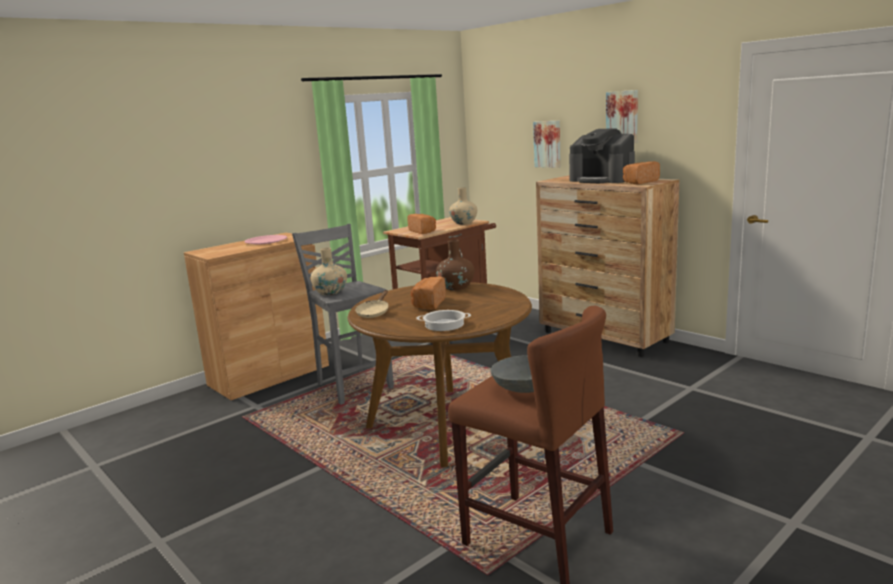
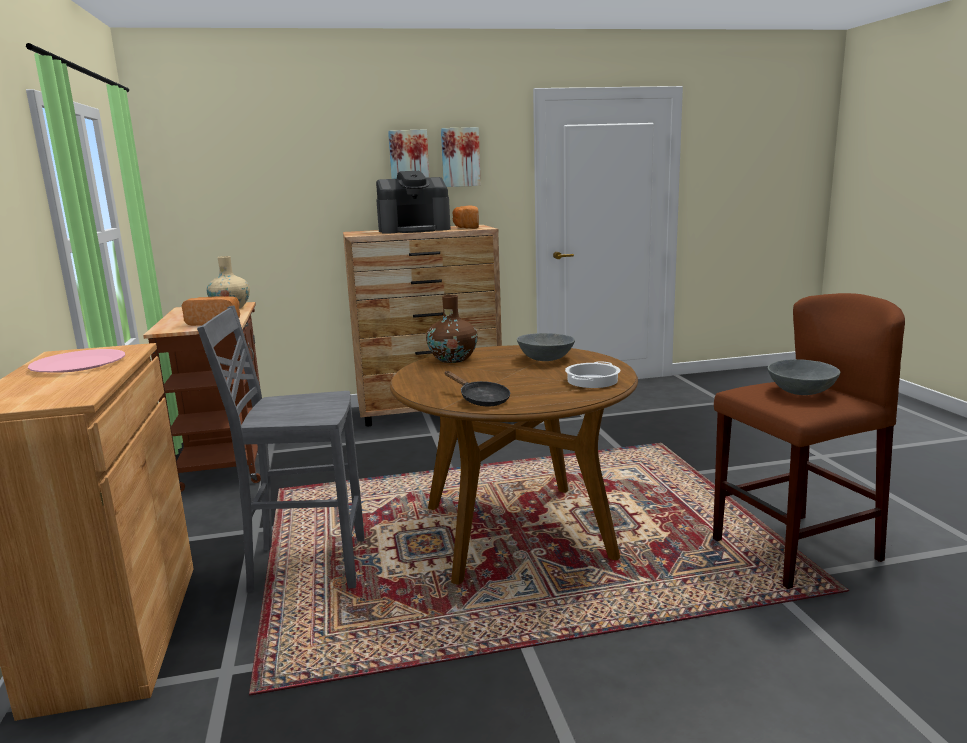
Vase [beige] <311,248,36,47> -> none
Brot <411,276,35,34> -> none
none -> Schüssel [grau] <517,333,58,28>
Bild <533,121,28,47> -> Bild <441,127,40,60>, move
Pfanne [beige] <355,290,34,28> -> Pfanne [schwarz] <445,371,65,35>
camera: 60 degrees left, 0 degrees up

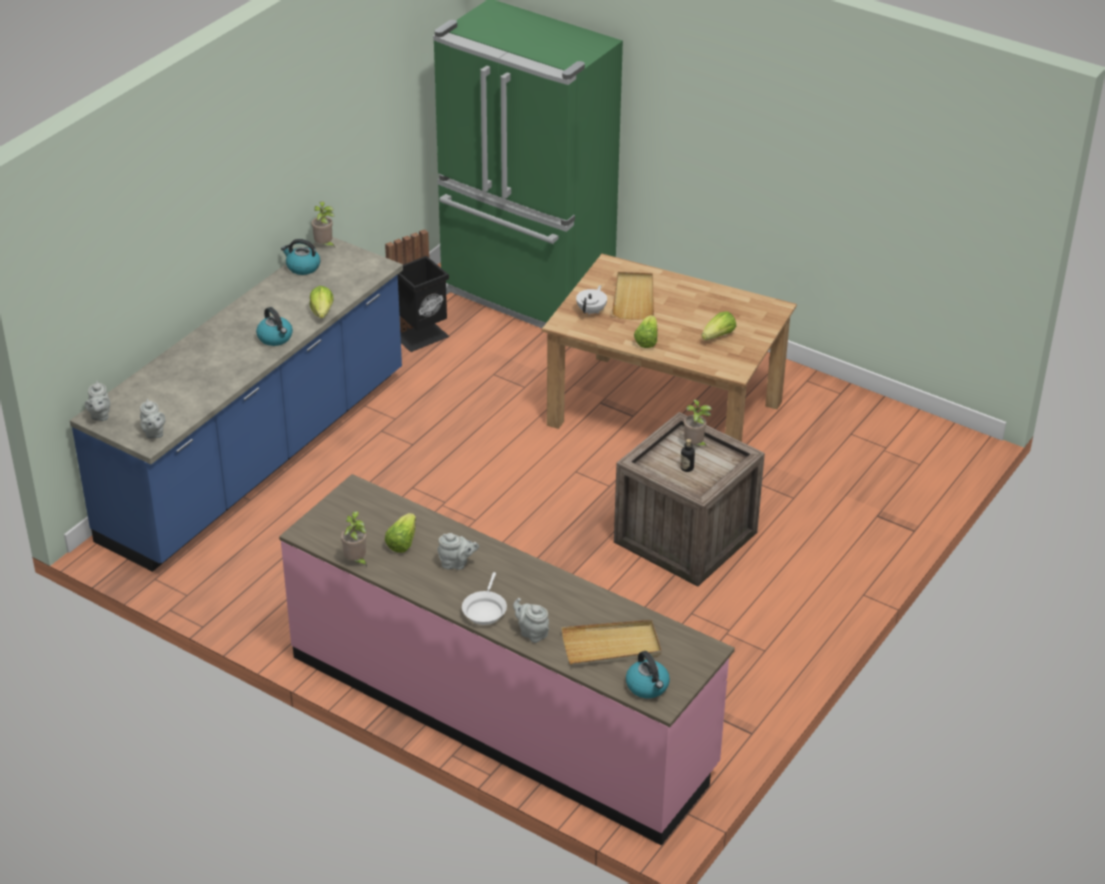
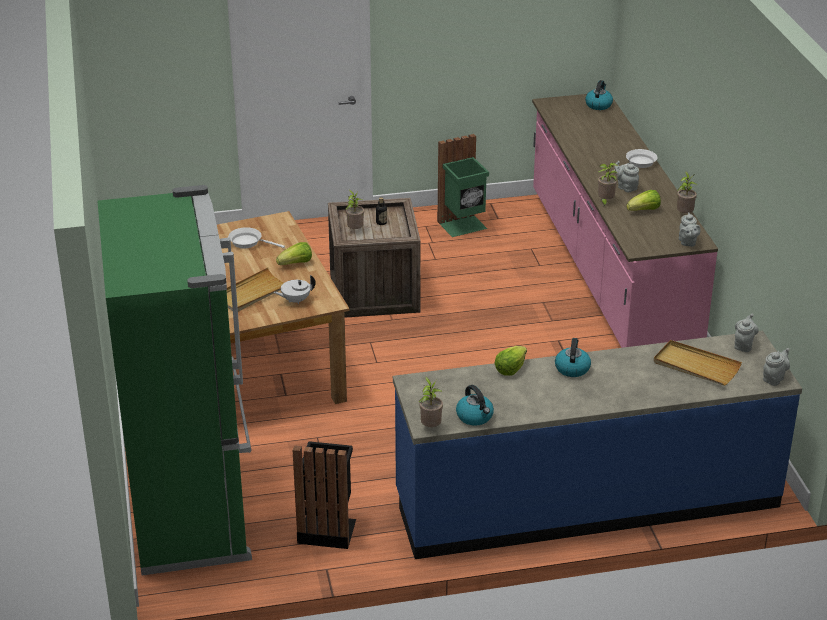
none -> Mülleimer [grün] <437,134,52,103>
none -> Topfpflanze <598,163,20,43>
Teekanne [grau] <513,598,36,45> -> Teekanne [grau] <679,212,22,35>, move
Tablett [beige] <561,620,100,45> -> Tablett [beige] <653,340,89,46>, move
Salatkopf <701,312,35,28> -> Pfanne [weiß] <228,227,57,21>
camera: 135 degrees left, 5 degrees down

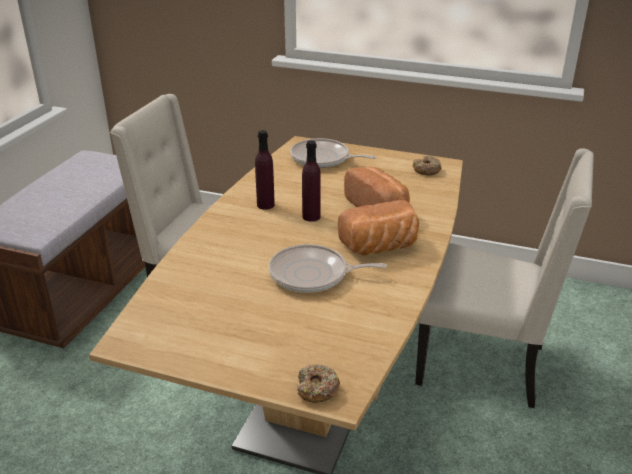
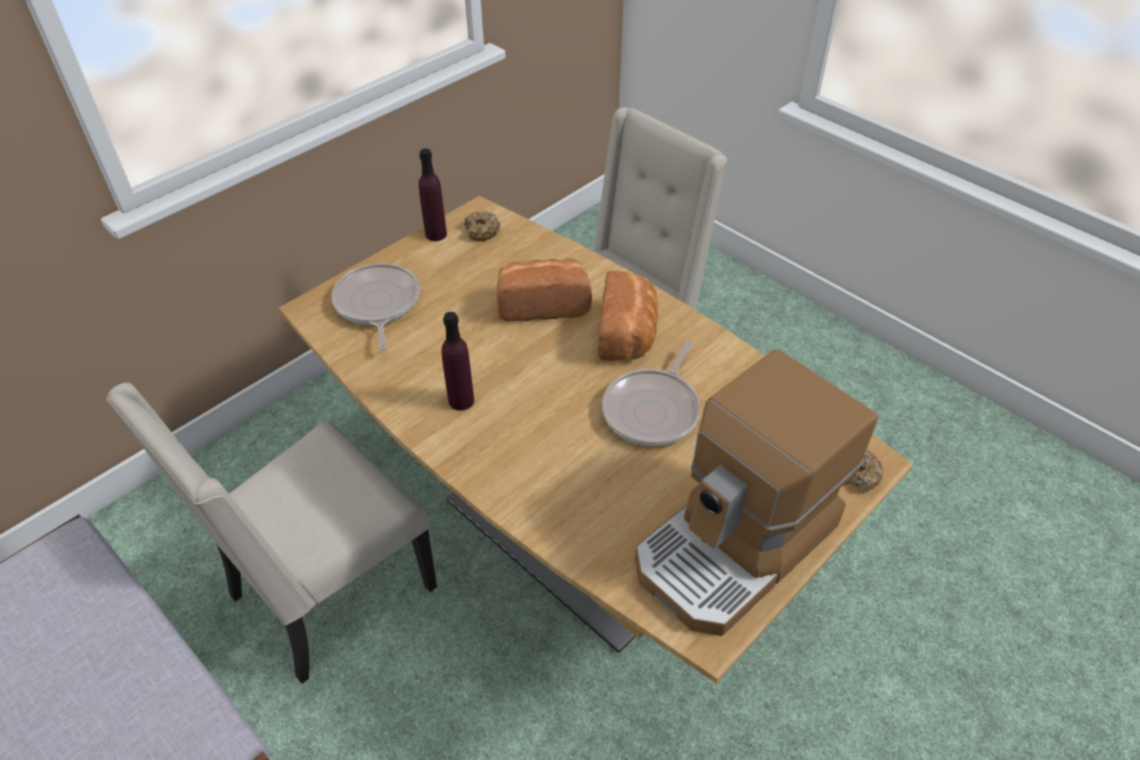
none -> Kaffeemaschine <635,349,243,287>
Flasche [lila] <302,140,19,82> -> Flasche [lila] <419,148,28,93>, move
Pfanne <290,138,87,30> -> Pfanne <331,263,89,87>, 120 degrees clockwise
camera: 65 degrees left, 15 degrees up

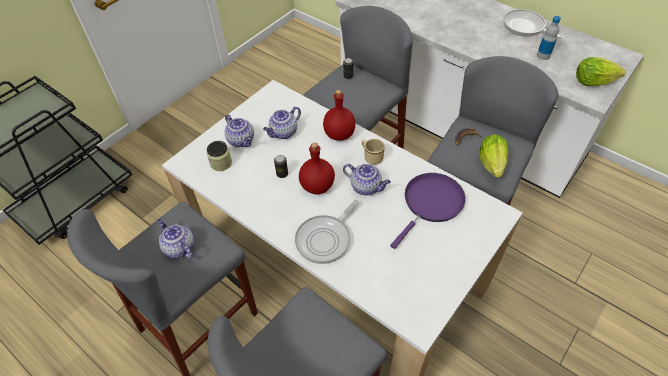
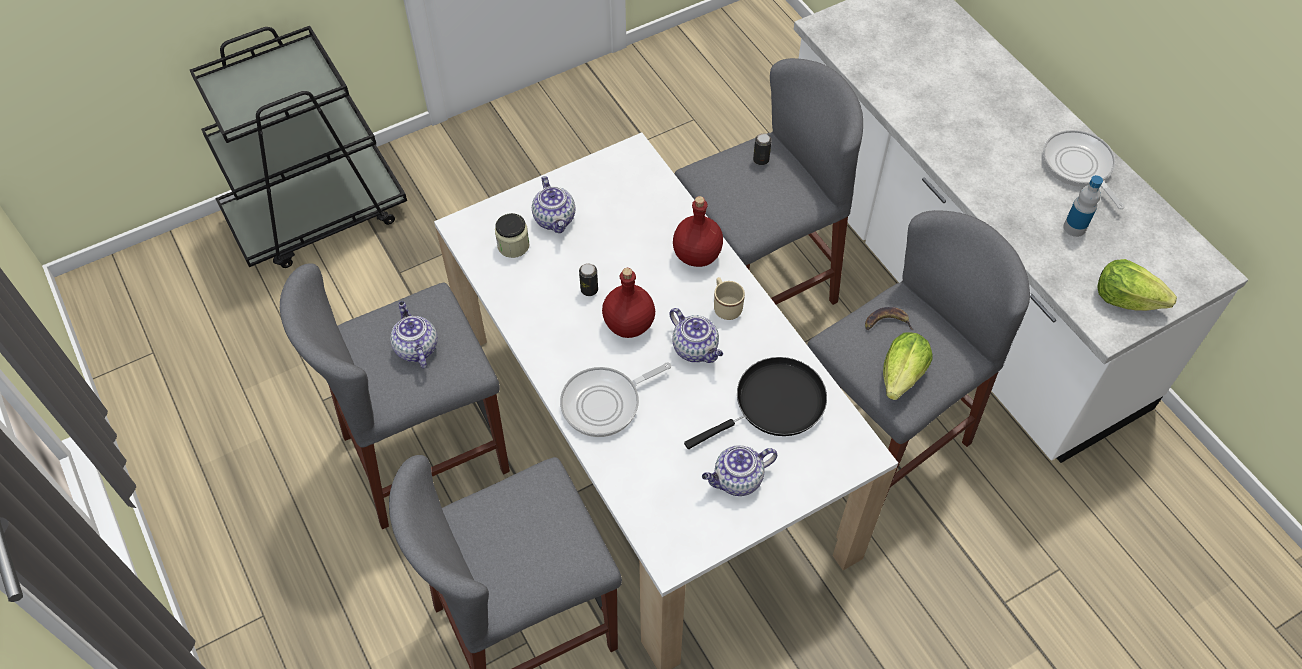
Teekanne <263,107,38,32> -> Teekanne <702,445,75,51>, move
Pfanne [lila] <390,173,76,76> -> Pfanne [schwarz] <684,357,143,92>
camera: 20 degrees right, 5 degrees up

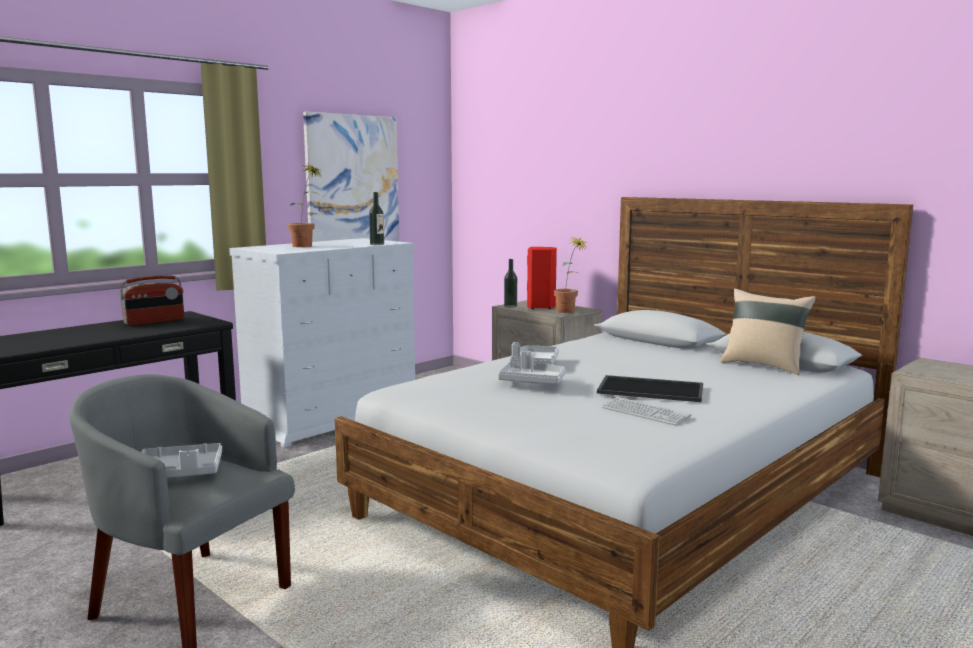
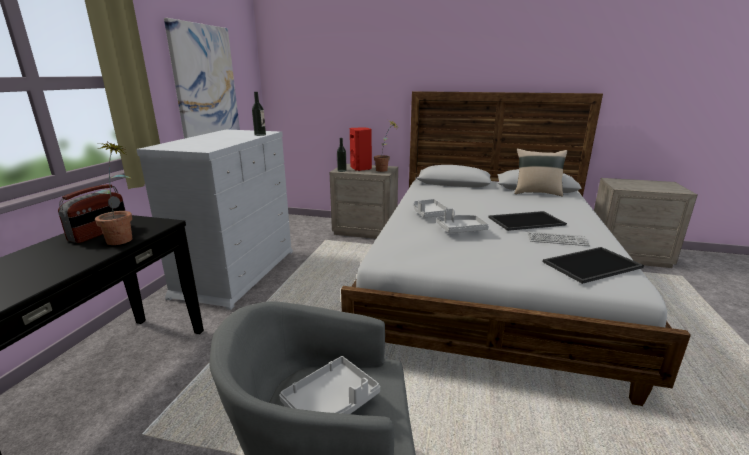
none -> Tablett <543,247,101,37>
Topfpflanze <288,164,34,83> -> Topfpflanze <95,143,37,102>, move
camera: 30 degrees left, 10 degrees up

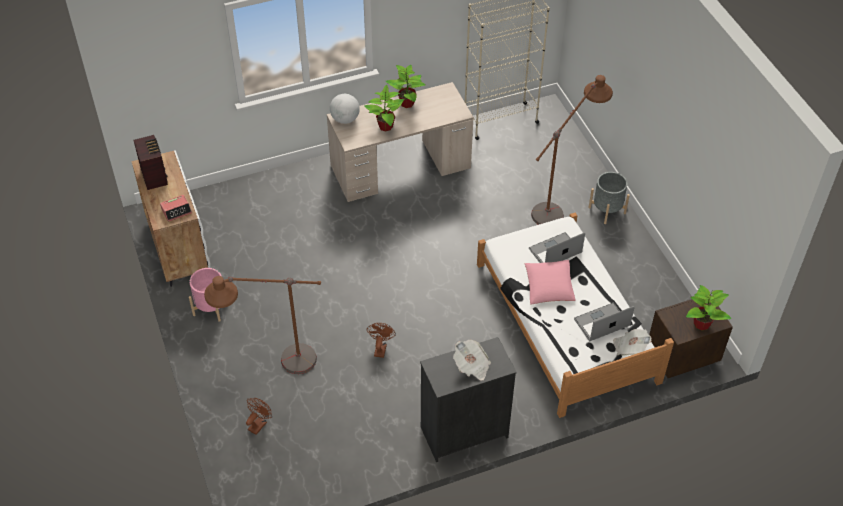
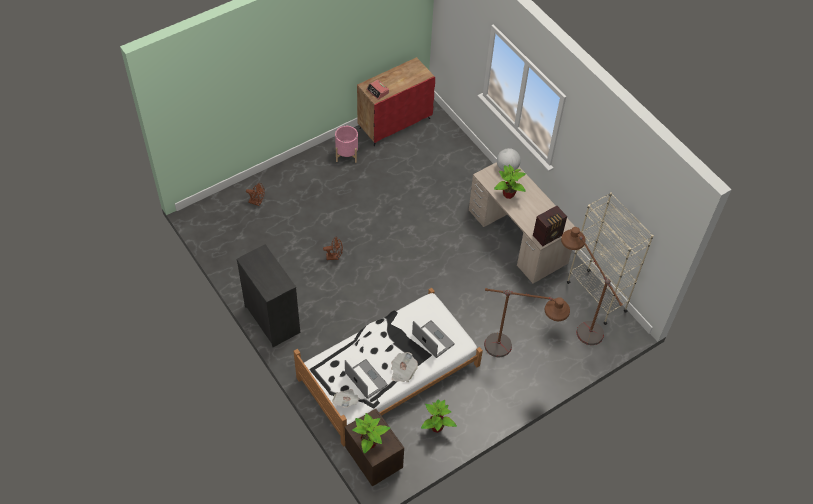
Kissen [rosa] <525,260,51,45> -> none
Pflanzkübel [grau] <589,172,41,52> -> none
Radio <134,135,34,55> -> Radio <533,206,34,40>, move
Stehlampe [braun] <204,276,117,98> -> Stehlampe [braun] <561,227,62,118>, move
Topfpflanze <385,65,40,43> -> Topfpflanze <421,399,36,34>, move
Zeitung <453,340,38,41> -> Zeitung <391,352,27,30>, move
Schrank [weiß] <131,150,79,137> -> Schrank [rot] <357,57,78,89>
camera: 75 degrees right, 5 degrees up

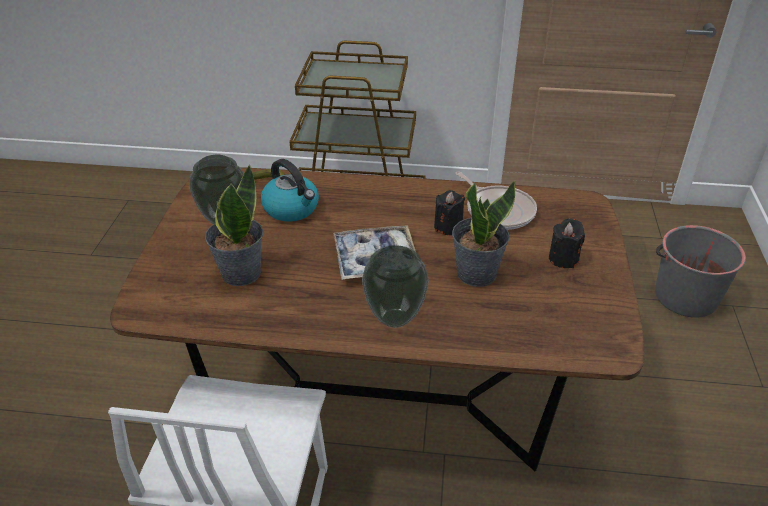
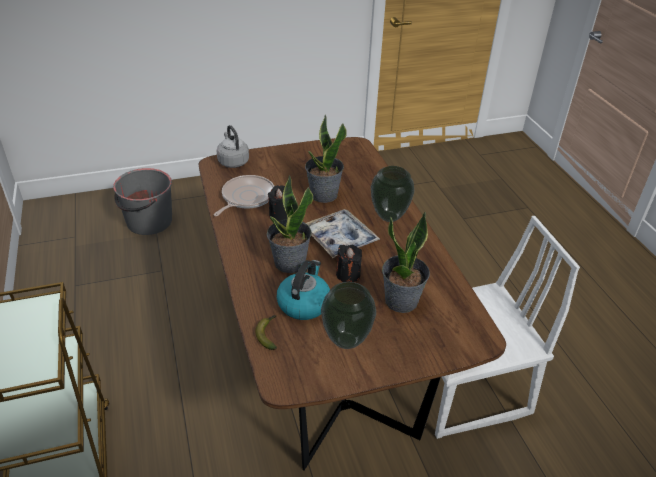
none -> Wasserkessel [grau] <217,125,32,43>
none -> Topfpflanze <267,175,46,98>
Kerze [schwarz] <549,219,36,49> -> Kerze [schwarz] <336,245,26,37>, move
camera: 115 degrees left, 0 degrees up

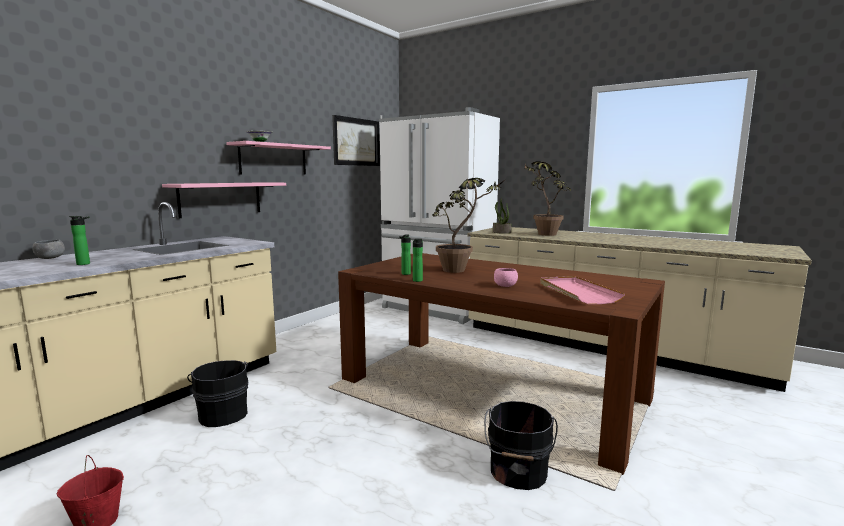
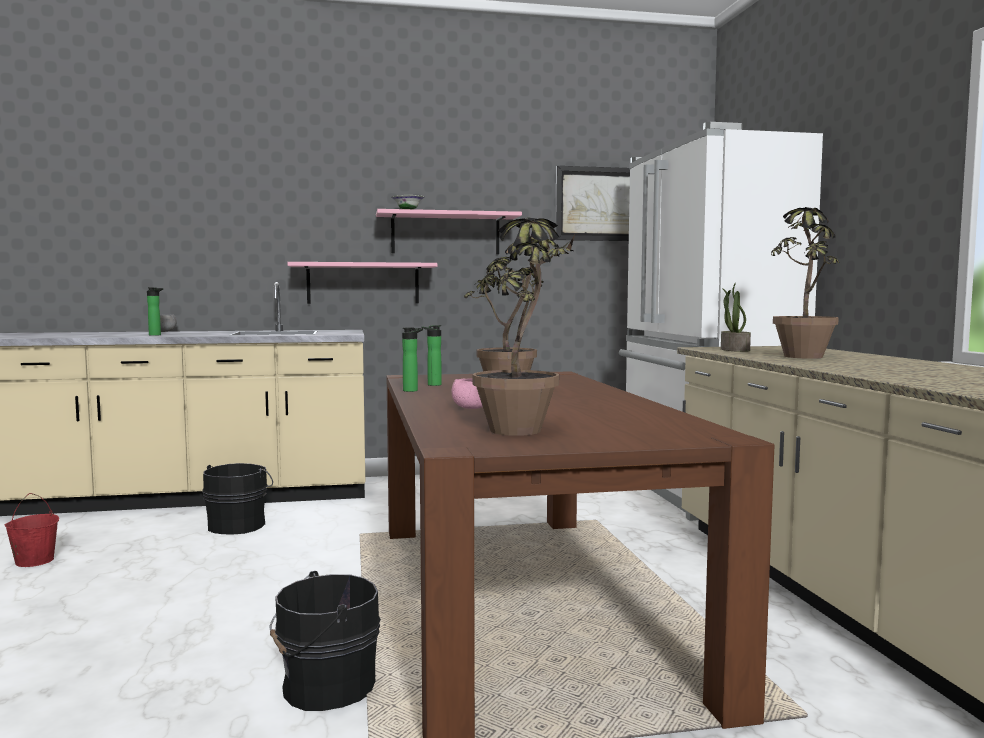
Tablett [rosa] <540,276,86,28> -> Topfpflanze <472,217,87,219>
camera: 45 degrees right, 5 degrees down

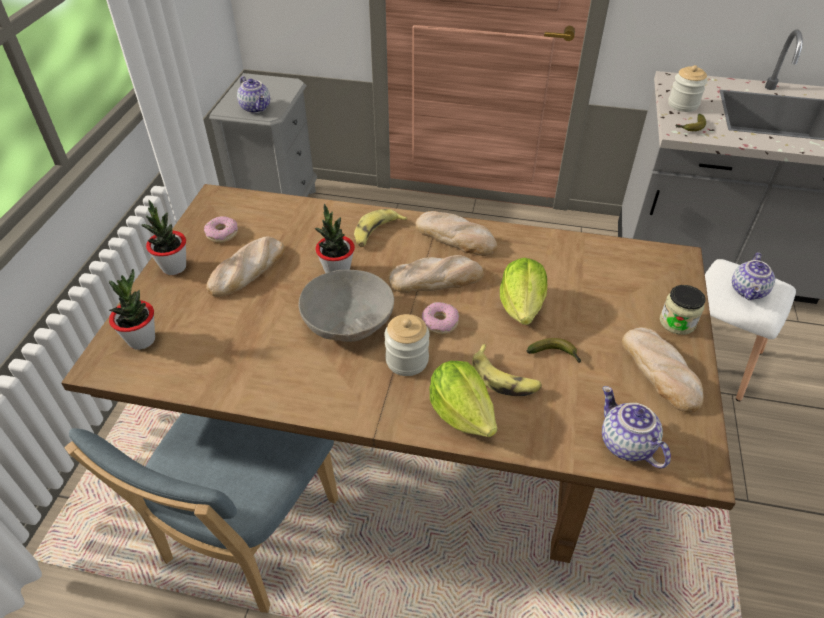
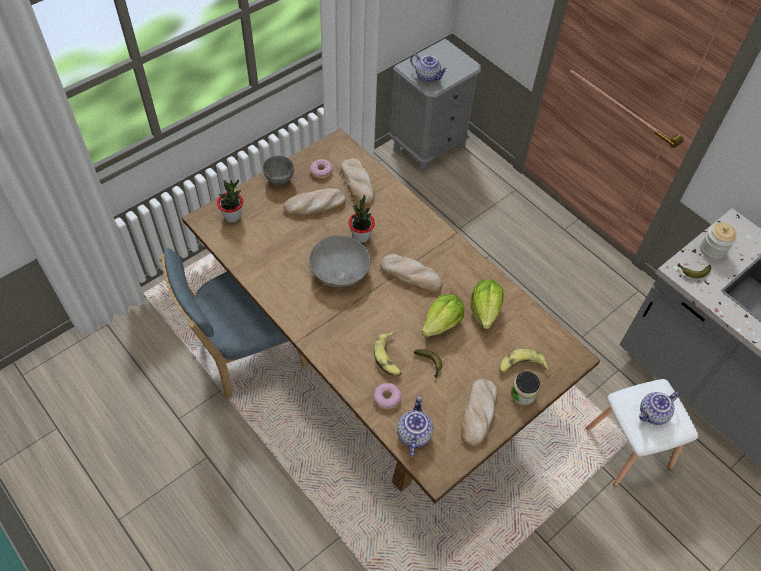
Vorratsglas <384,314,46,62> -> none
Banane <354,209,53,38> -> Banane <499,349,51,25>, move
Brot <415,211,82,45> -> Brot <340,158,35,48>, move
Donut <422,302,37,33> -> Donut <374,383,27,27>, move
Salatkopf <430,361,67,76> -> Salatkopf <470,279,34,50>, move
Topfpflanze <141,200,45,75> -> Schüssel [grau] <262,156,32,29>
Teekanne <237,76,33,37> -> Teekanne <410,54,38,28>, 60 degrees counterclockwise
camera: 35 degrees right, 10 degrees up

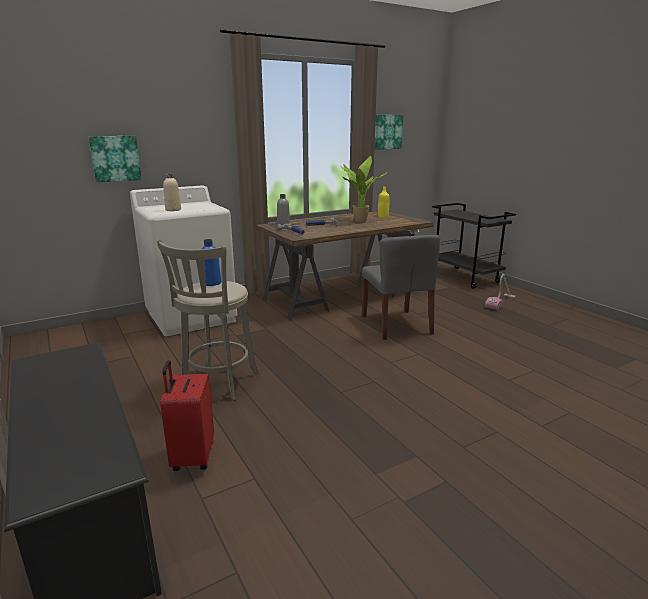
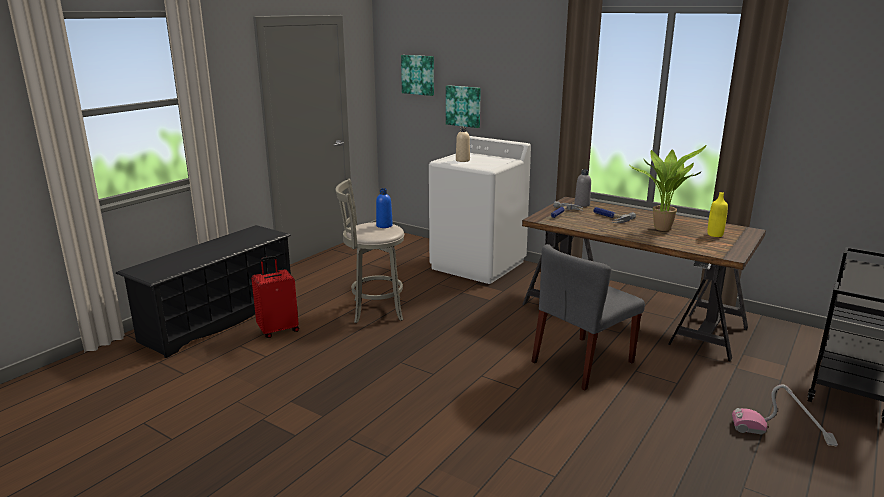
Bild <374,115,29,35> -> Bild <401,55,33,41>, move
camera: 65 degrees right, 0 degrees up

